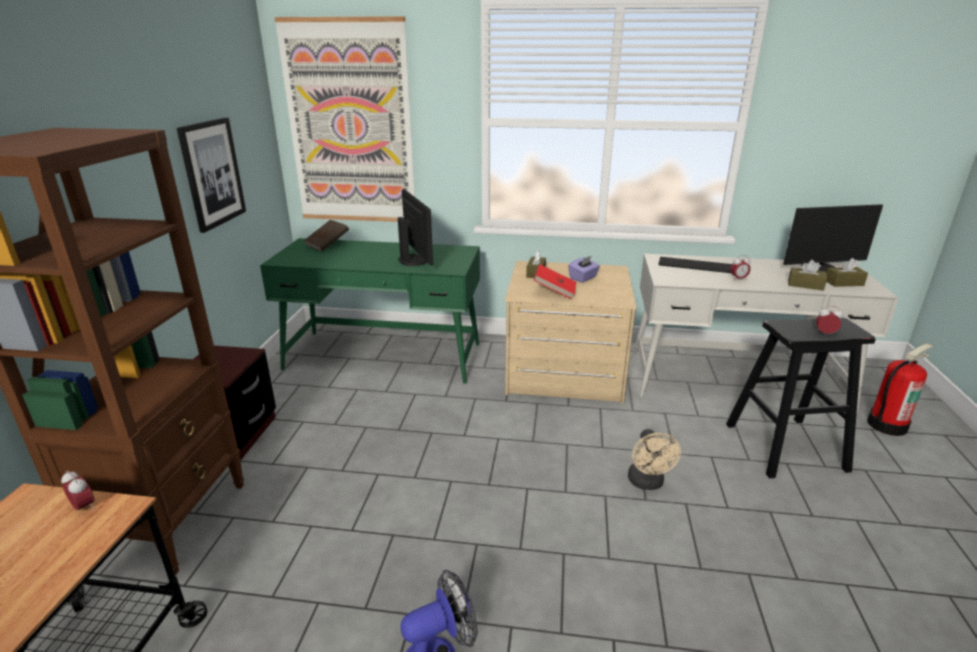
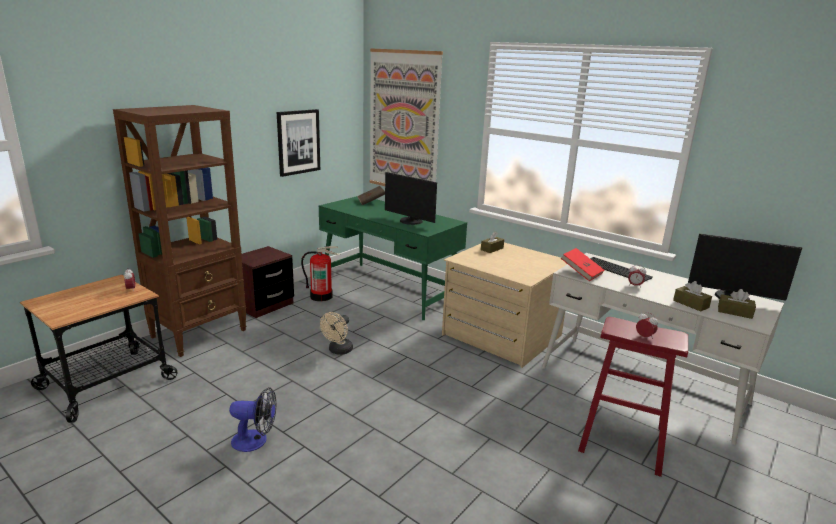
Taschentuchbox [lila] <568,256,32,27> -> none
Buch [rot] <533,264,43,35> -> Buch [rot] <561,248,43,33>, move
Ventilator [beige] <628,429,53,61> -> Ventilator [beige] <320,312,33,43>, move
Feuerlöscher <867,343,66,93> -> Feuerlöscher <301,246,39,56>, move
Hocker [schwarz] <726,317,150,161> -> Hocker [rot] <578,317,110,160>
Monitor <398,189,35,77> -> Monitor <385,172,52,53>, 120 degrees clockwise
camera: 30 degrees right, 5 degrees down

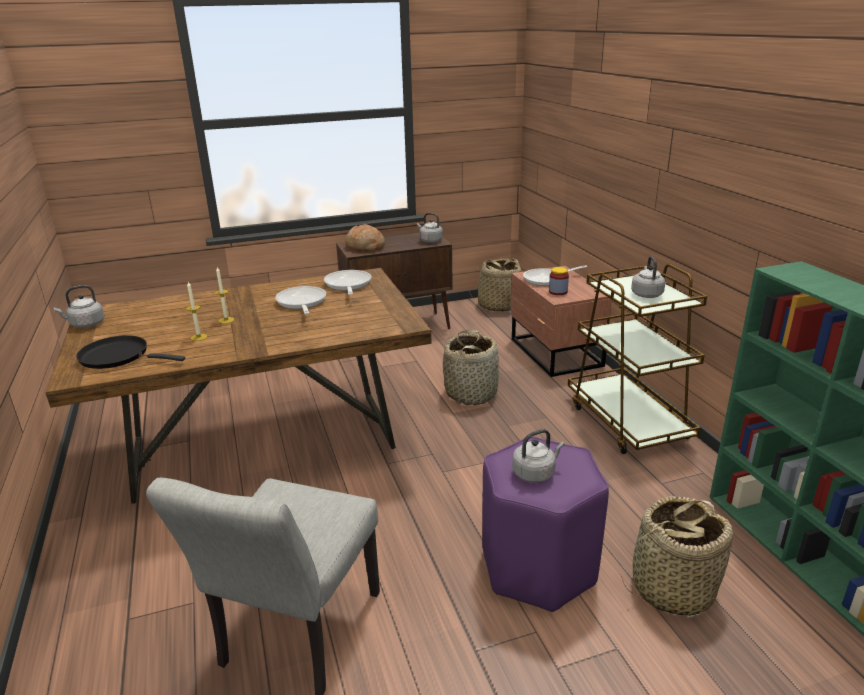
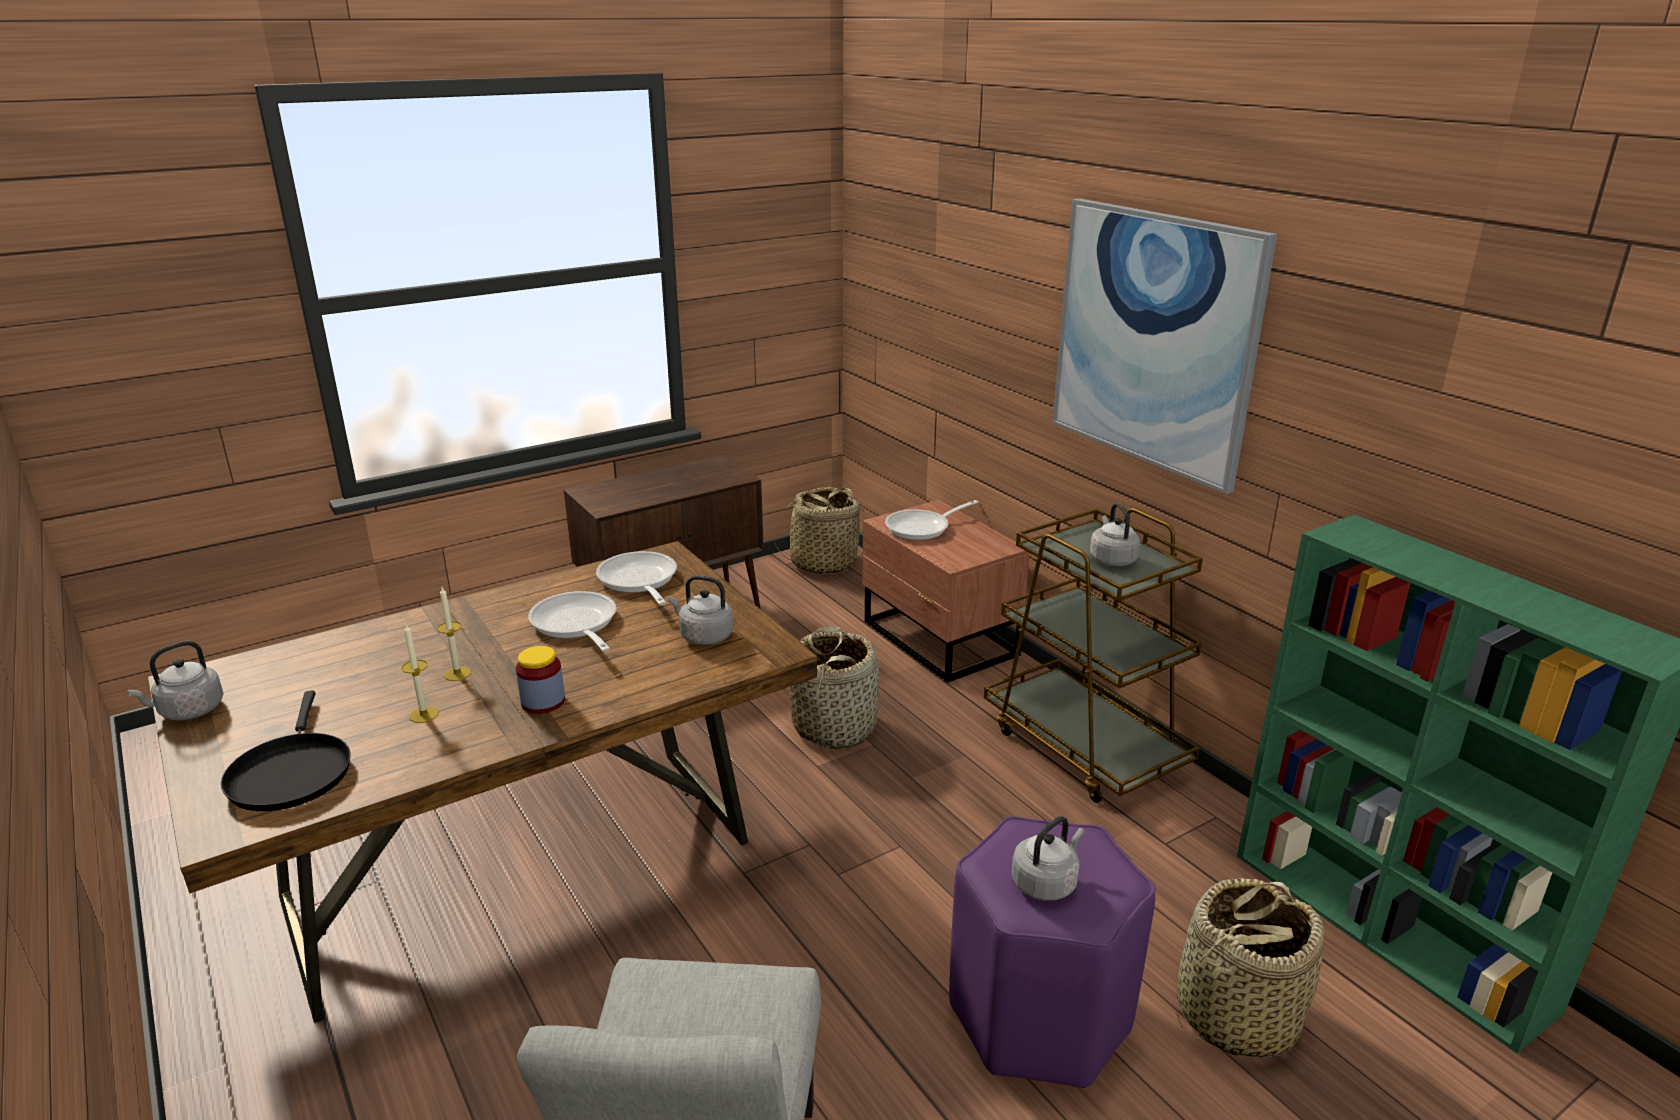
Brot <345,224,40,27> -> none
none -> Bild <1052,199,225,295>
Wasserkessel [grau] <417,213,26,30> -> Wasserkessel [grau] <668,575,65,70>, move
Vorratsglas <549,267,20,28> -> Vorratsglas <516,646,49,68>, move
Pfanne [schwarz] <76,335,109,34> -> Pfanne [schwarz] <221,690,130,121>, 105 degrees counterclockwise
camera: 15 degrees left, 0 degrees up

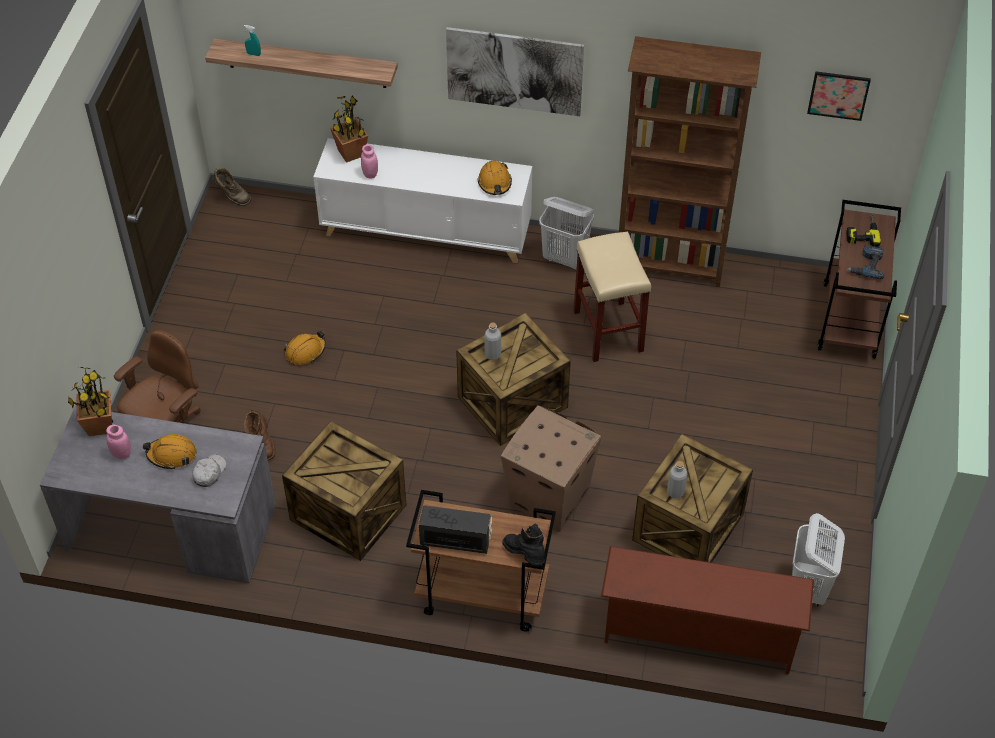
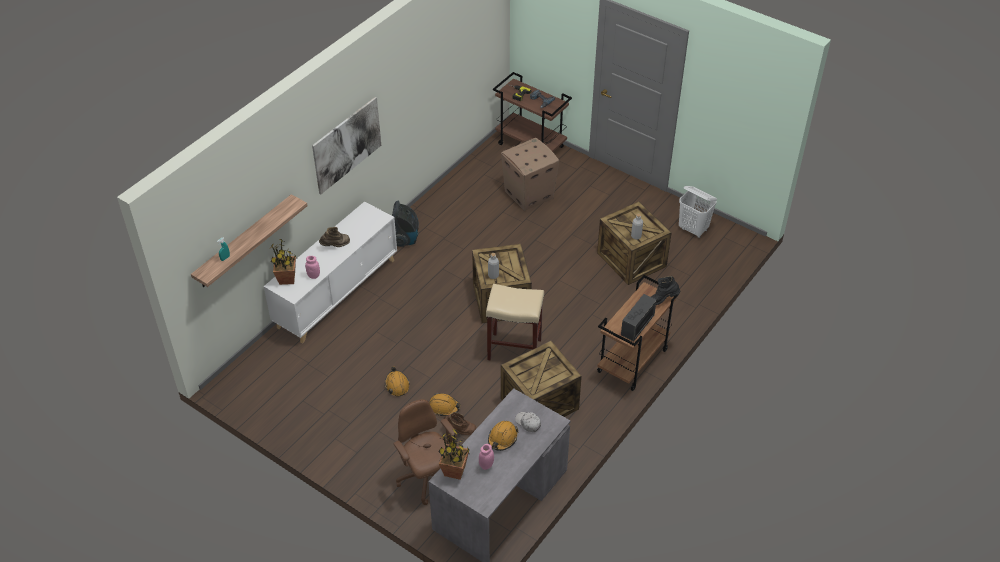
Schuhregal [braun] <601,546,213,128> -> none
Bücherregal [braun] <619,36,142,251> -> none
Bild <807,71,64,50> -> none
Stiefel [braun] <214,168,37,38> -> Stiefel [braun] <319,227,31,20>, move
Schutzhelm [orange] <478,161,34,34> -> Schutzhelm [orange] <429,393,32,23>, move
Karton <501,405,100,127> -> Karton <501,138,58,73>, move
Hocker [beige] <574,232,77,130> -> Hocker [beige] <486,284,58,76>, move
Wäschekorb [weiß] <539,197,55,73> -> Staubsauger <392,201,27,46>
camera: 65 degrees left, 5 degrees down

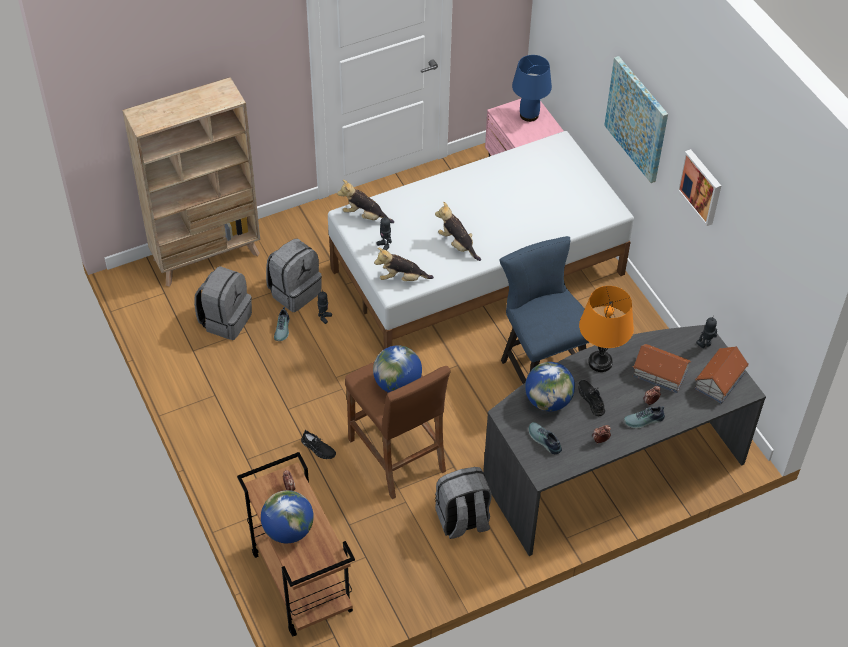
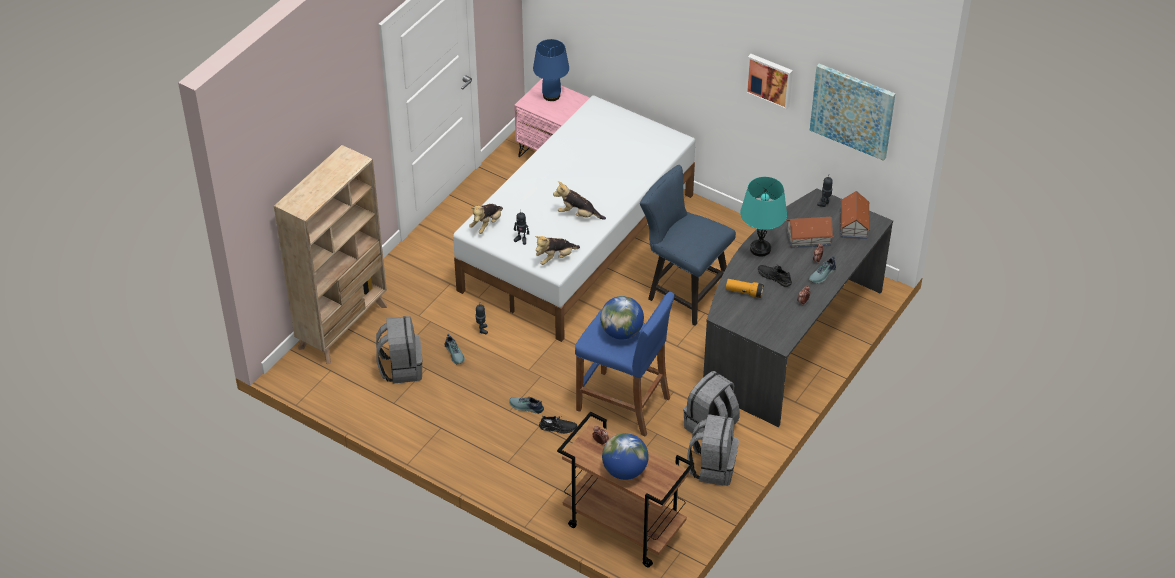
Rucksack [grau] <266,239,56,73> -> Rucksack [grau] <687,414,52,72>, move
Schuh <528,422,34,32> -> Schuh <509,397,35,17>, move
Bild <604,56,64,127> -> Bild <810,64,85,97>, move
Globus <525,362,50,49> -> Taschenlampe <726,279,38,19>
Hocker [braun] <345,362,105,137> -> Hocker [blau] <575,292,99,145>
Tischlampe [orange] <579,286,55,86> -> Tischlampe [türkis] <740,177,47,80>
Plüschtier <337,180,57,43> -> Plüschtier <469,204,34,30>, 45 degrees counterclockwise
camera: 30 degrees left, 5 degrees down

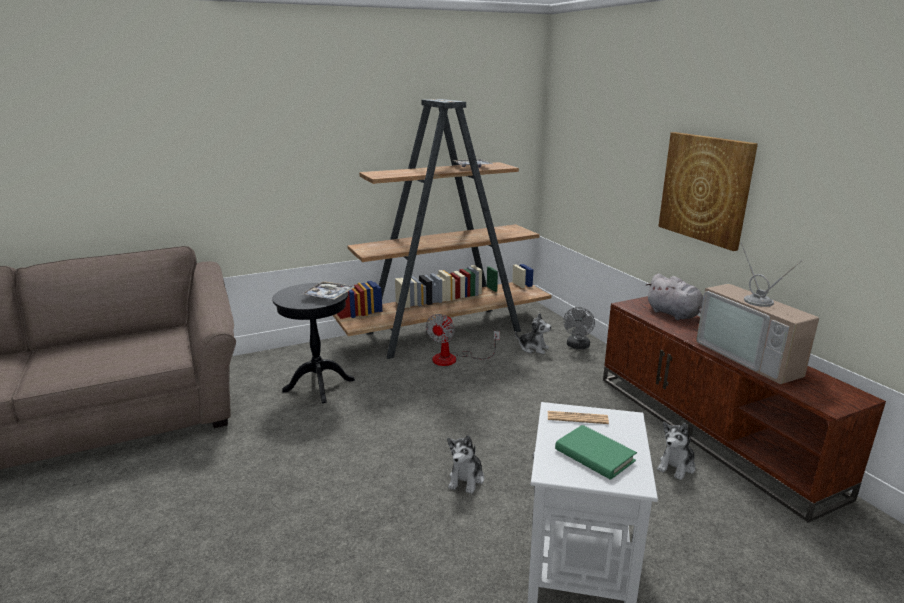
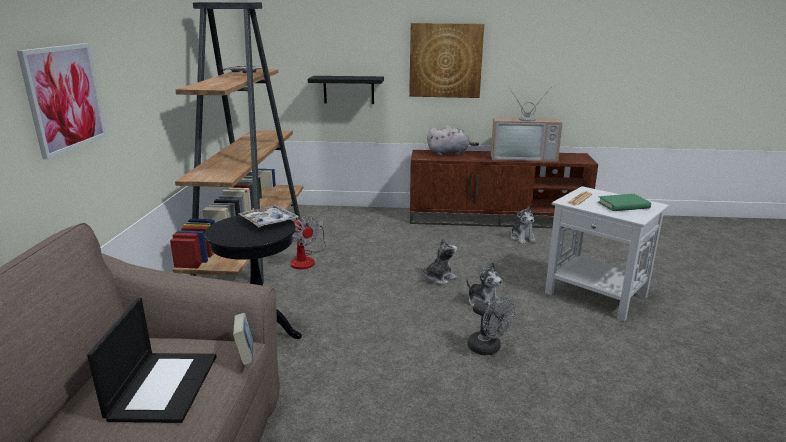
none -> Bild <17,43,90,116>
none -> Laptop <87,298,130,125>
none -> Buch <233,313,20,52>
none -> Wandregal [schwarz] <308,76,76,28>
Plüschtier <515,313,36,41> -> Plüschtier <422,238,35,46>, move
Ventilator [grau] <563,307,32,42> -> Ventilator [grau] <467,296,48,59>, move
camera: 60 degrees left, 0 degrees up

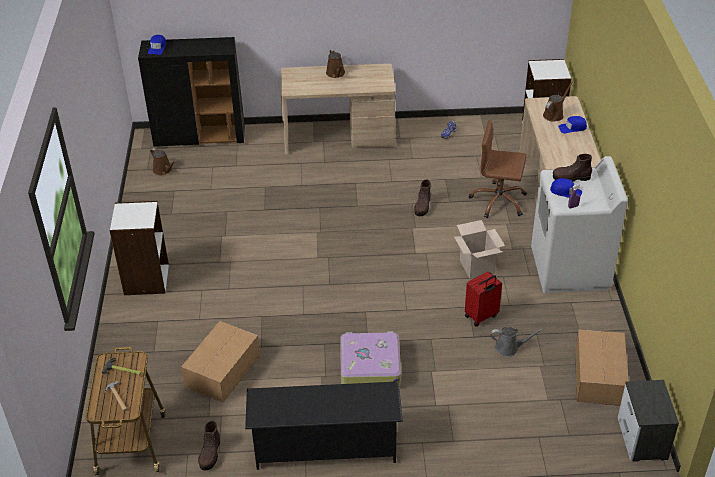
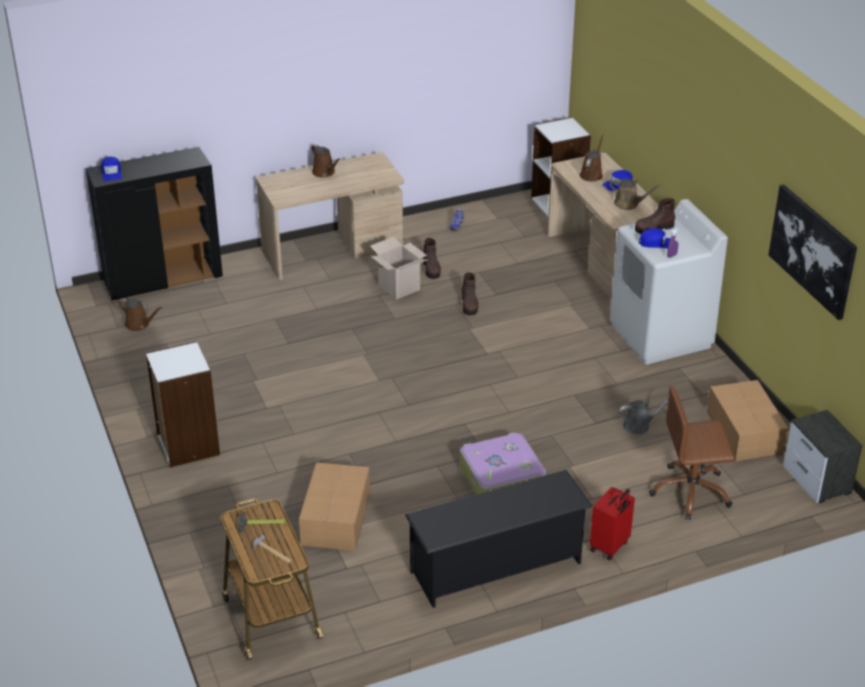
none -> Gießkanne [braun] <610,178,52,32>
none -> Bild <768,185,89,135>
Stiefel [braun] <198,421,22,50> -> Stiefel [braun] <423,238,18,41>, move
Karton <454,220,51,59> -> Karton <370,237,57,63>, move
Koffer [rot] <465,272,37,55> -> Koffer [rot] <590,487,45,74>, move
Bürostuhl [braun] <469,120,58,98> -> Bürostuhl [braun] <649,386,86,134>, move
camera: 20 degrees left, 5 degrees down

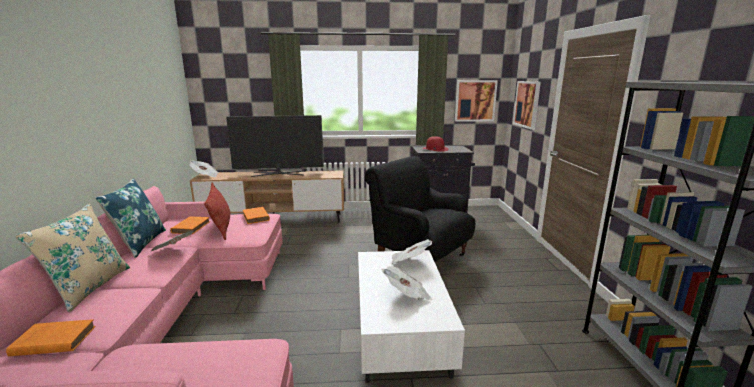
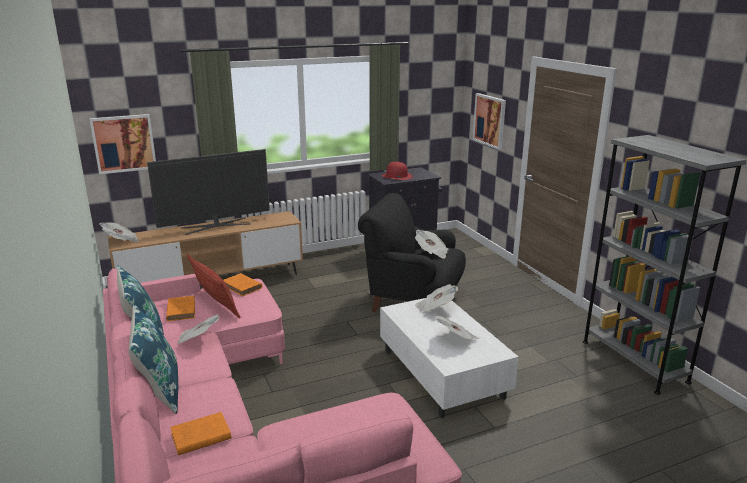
none -> Zeitung <415,230,34,29>
Bild <455,80,43,42> -> Bild <89,114,67,60>, move
Kissen [beige] <15,203,115,109> -> Kissen [blau] <129,304,49,110>
camera: 20 degrees left, 5 degrees up

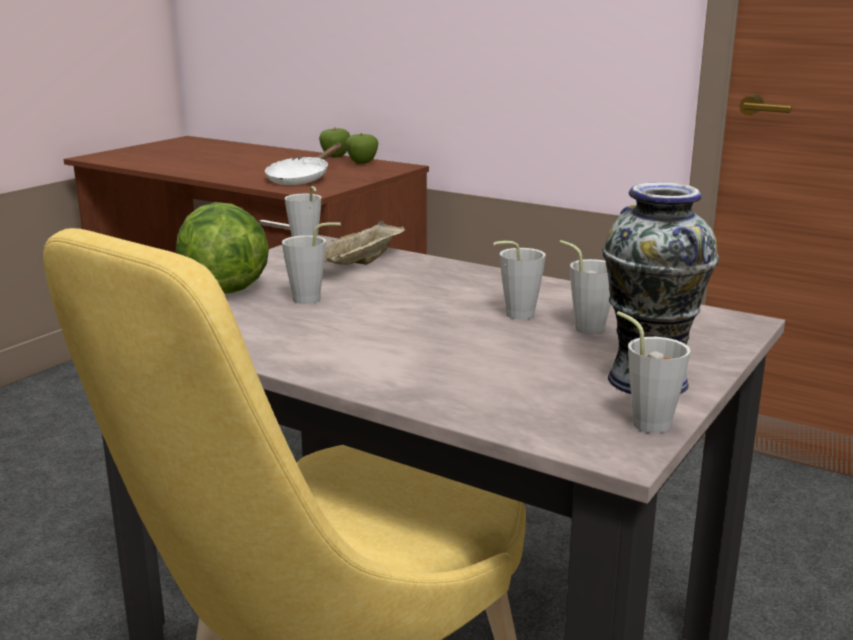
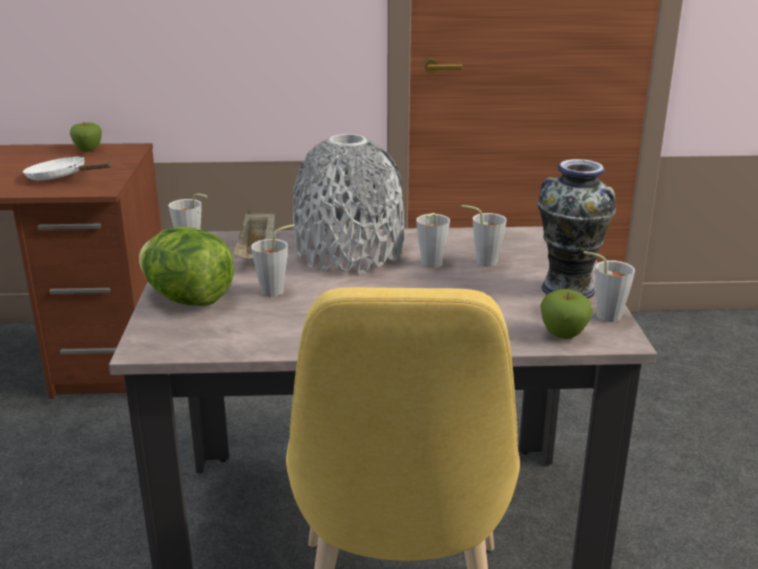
none -> Vase [grau] <293,134,111,140>
Apfel <319,127,31,30> -> Apfel <540,289,53,50>, move
Pfanne [weiß] <265,143,77,42> -> Pfanne [weiß] <23,157,89,23>, 120 degrees clockwise
camera: 35 degrees left, 5 degrees up

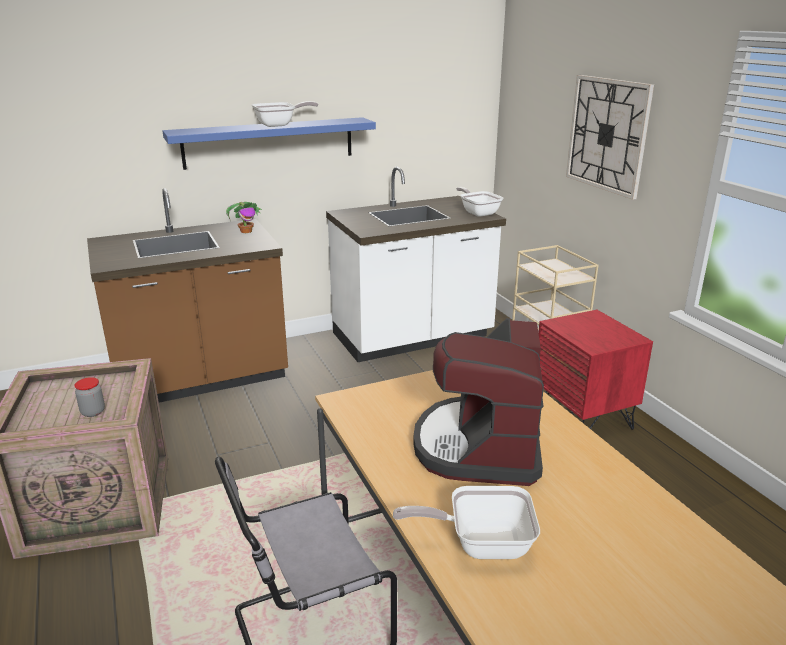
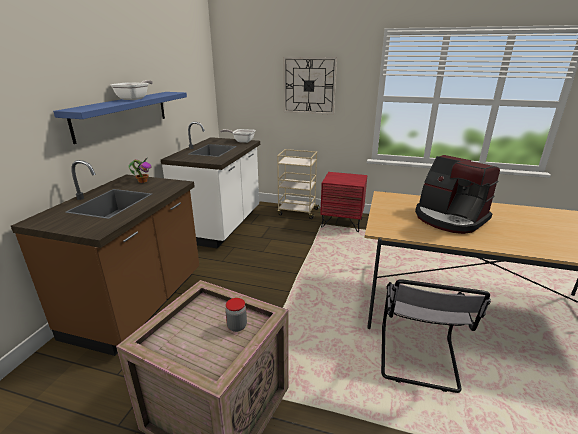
Pfanne <393,486,147,73> -> none
camera: 50 degrees left, 0 degrees up

